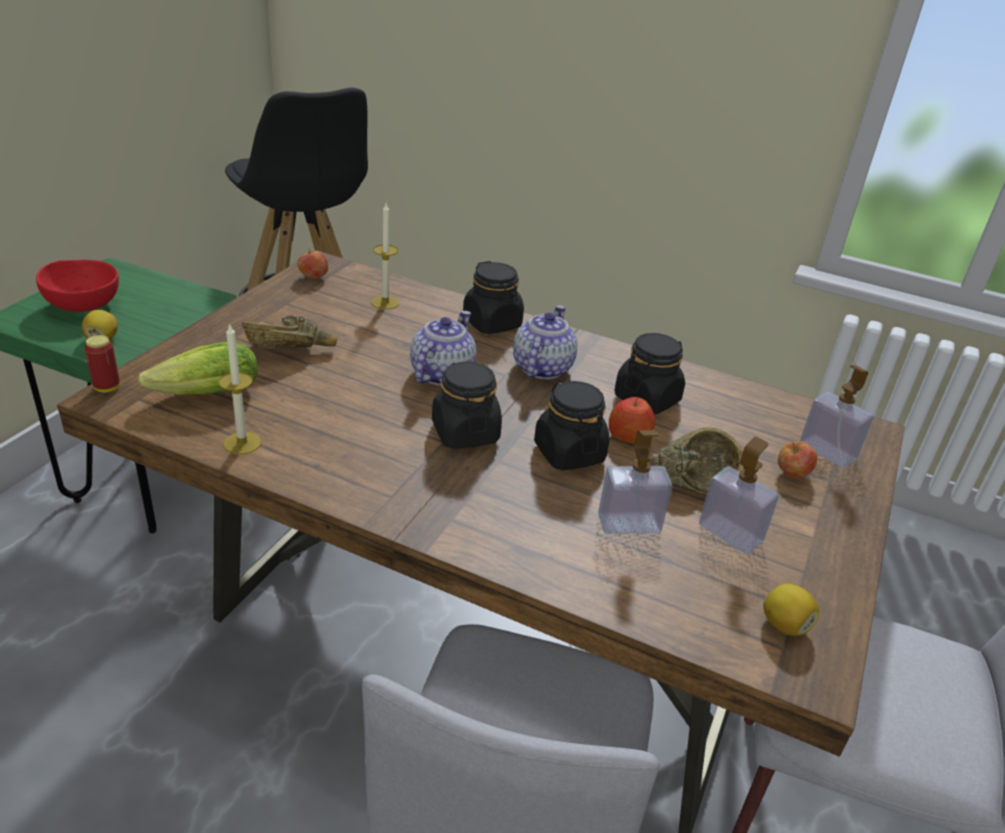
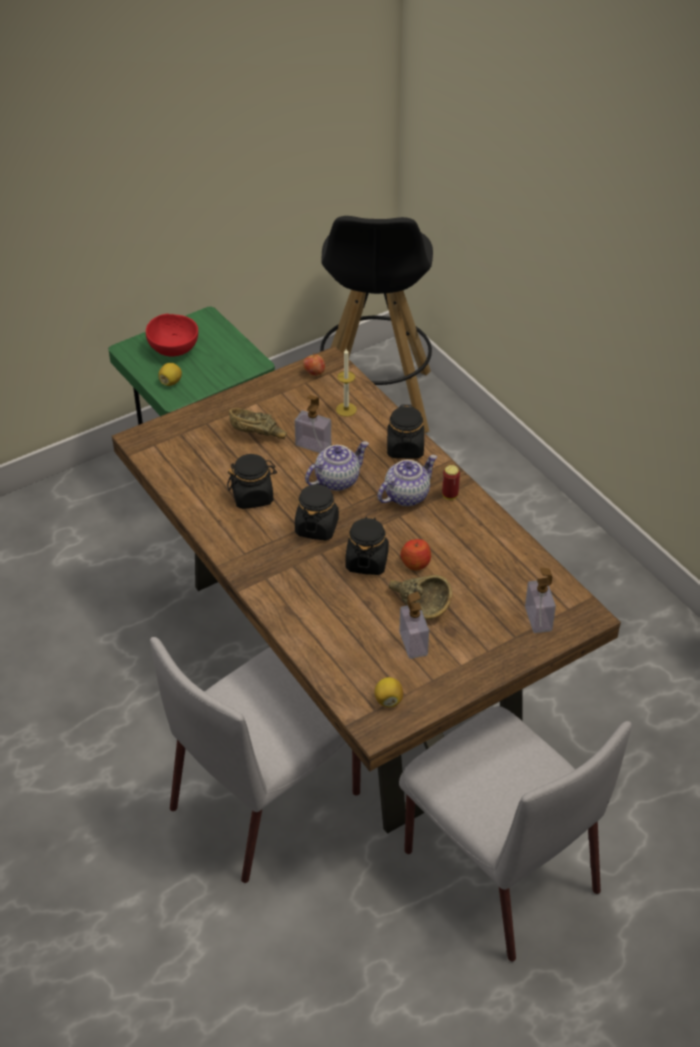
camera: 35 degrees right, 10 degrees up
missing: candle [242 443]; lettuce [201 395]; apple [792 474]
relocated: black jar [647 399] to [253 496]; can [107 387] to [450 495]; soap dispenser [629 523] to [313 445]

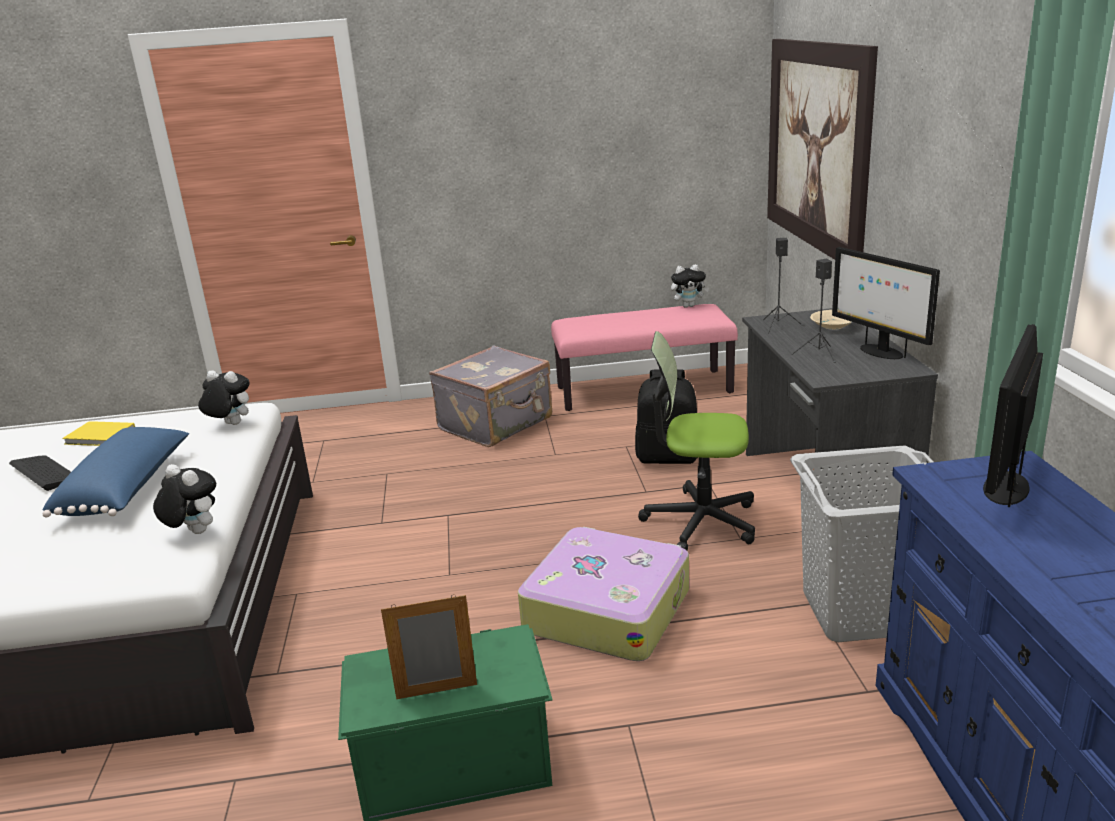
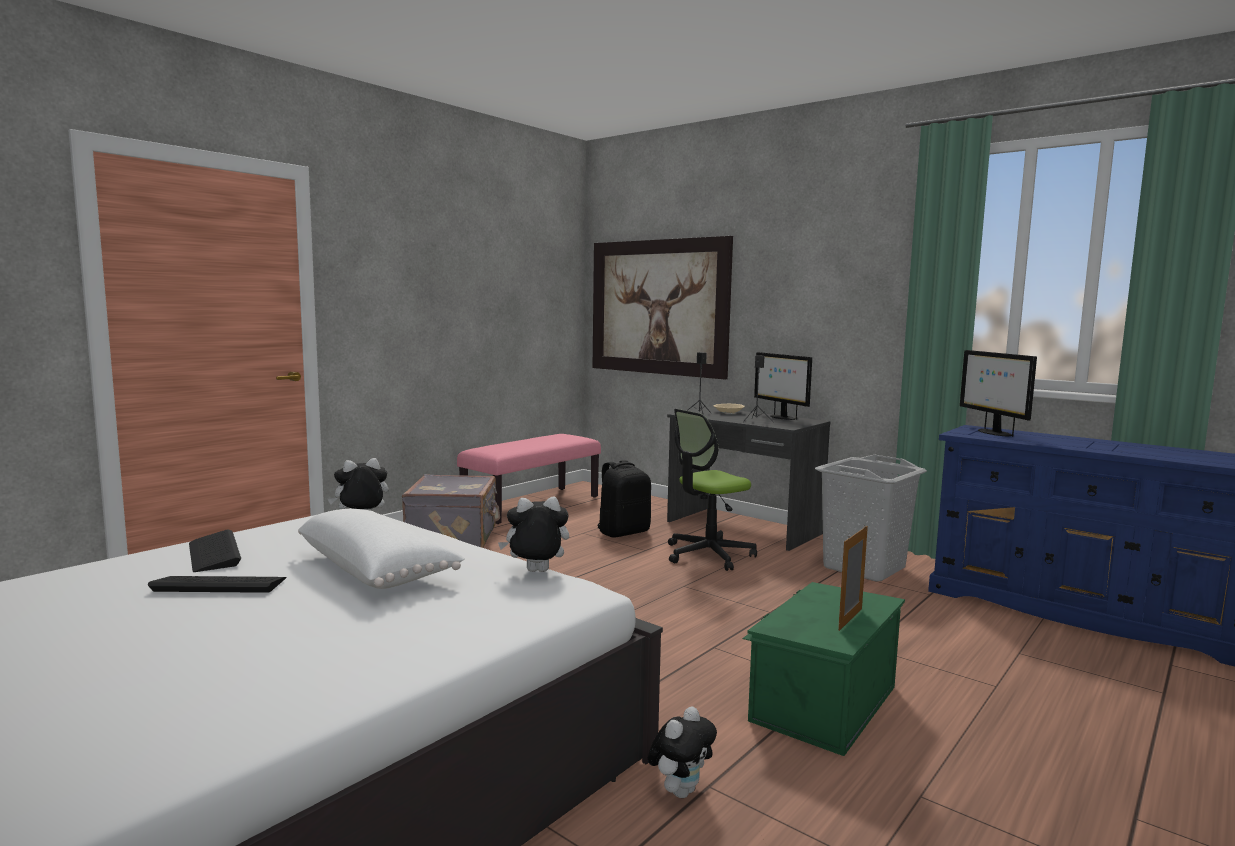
camera: 45 degrees left, 15 degrees down
missing: suitcase [606 609]
relocated: plush toy [688 306] to [680 790]
exchanged: yellow book [101 437] to keyboard [214 553]
colour: blue pillow [129 489] to white pillow [377 570]
spun: monitor [880 352] = [781 417] 45 degrees clockwise

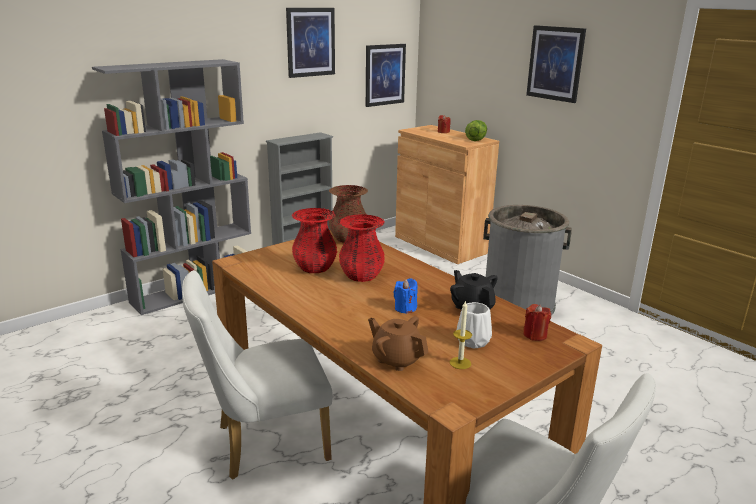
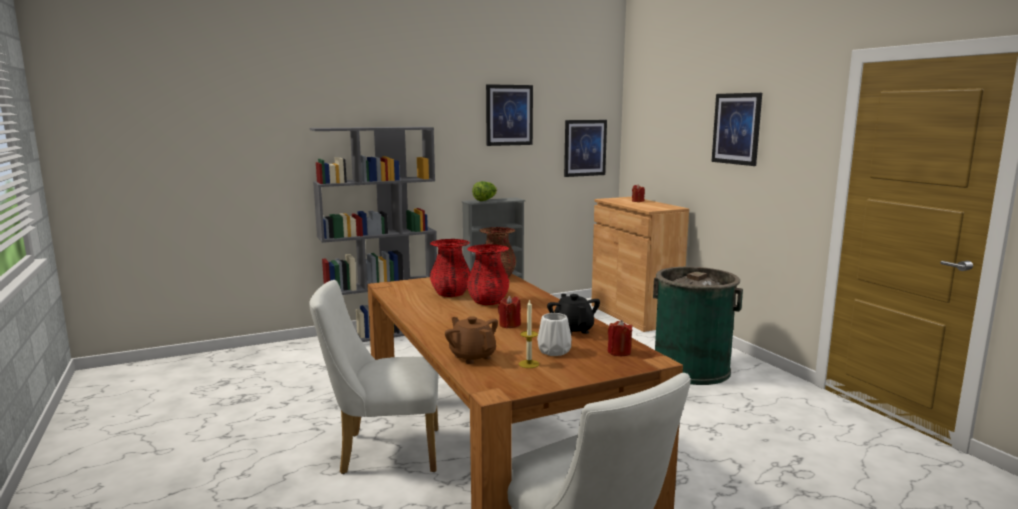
camera: 15 degrees right, 10 degrees down
relocated: lettuce [476 139] to [485 200]
colour: grey trash can [518 303] to green trash can [691 369]; blue candle [405 308] to red candle [509 325]

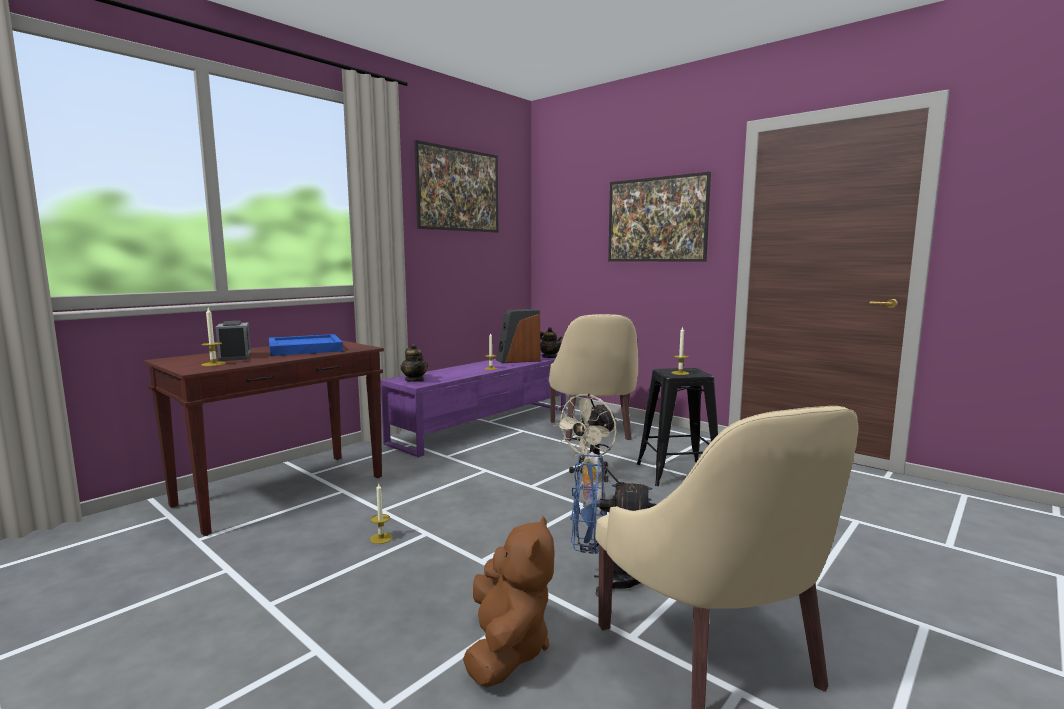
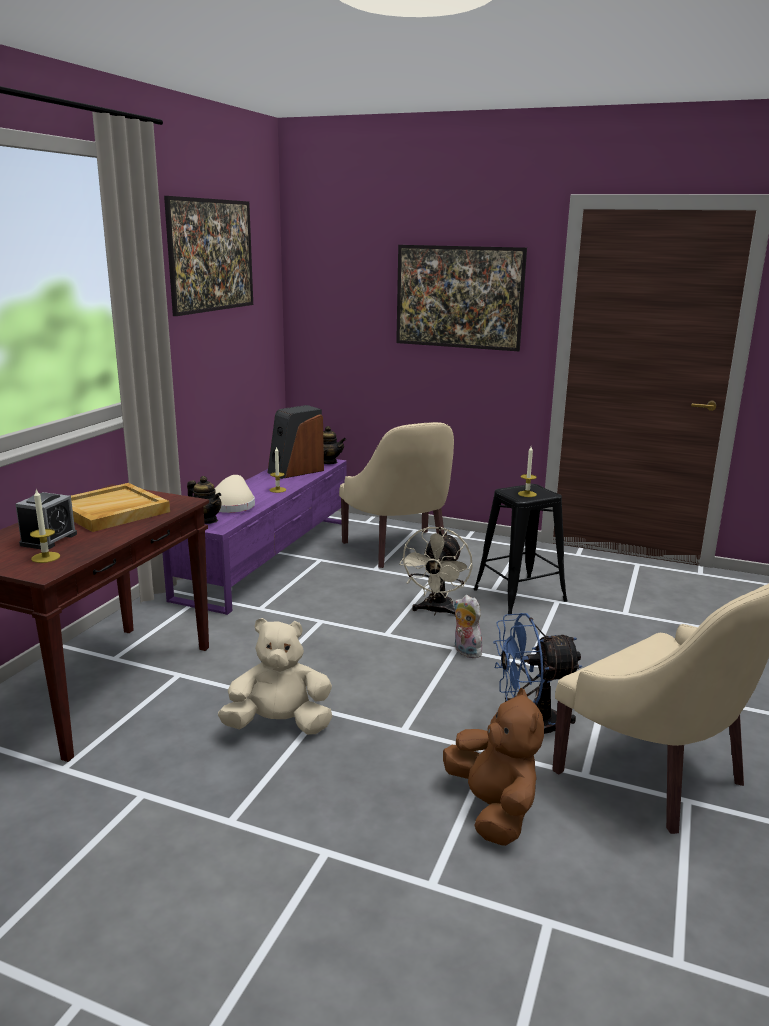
camera: 20 degrees left, 10 degrees up
appeared: beige hat [232 505]
exchanged: candle [381 538] to beige plush toy [279 725]
colour: blue tray [304 348] to beige tray [111 511]
spun: alarm clock [235 357] = [49 539] 60 degrees clockwise

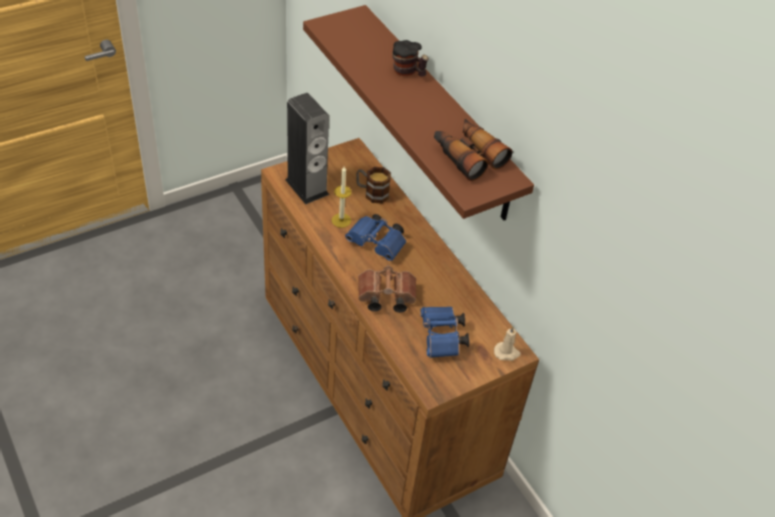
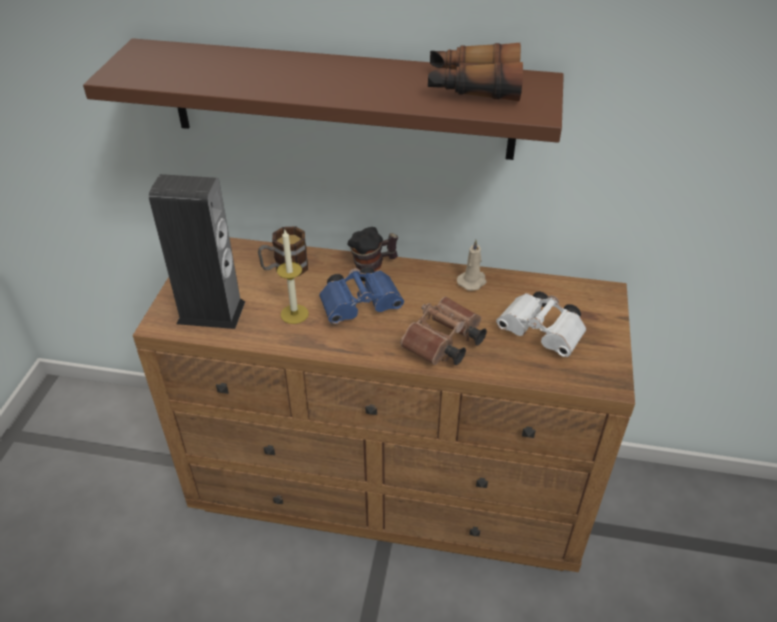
camera: 45 degrees left, 5 degrees down
relocated: mug [408 72] to [373 265]; beige candle [507 353] to [472 281]
colour: blue binoculars [442 339] to white binoculars [543 334]

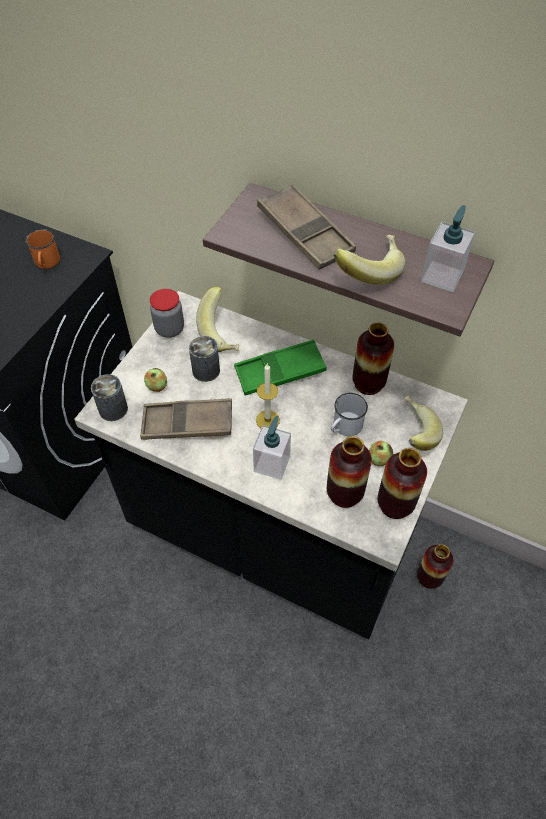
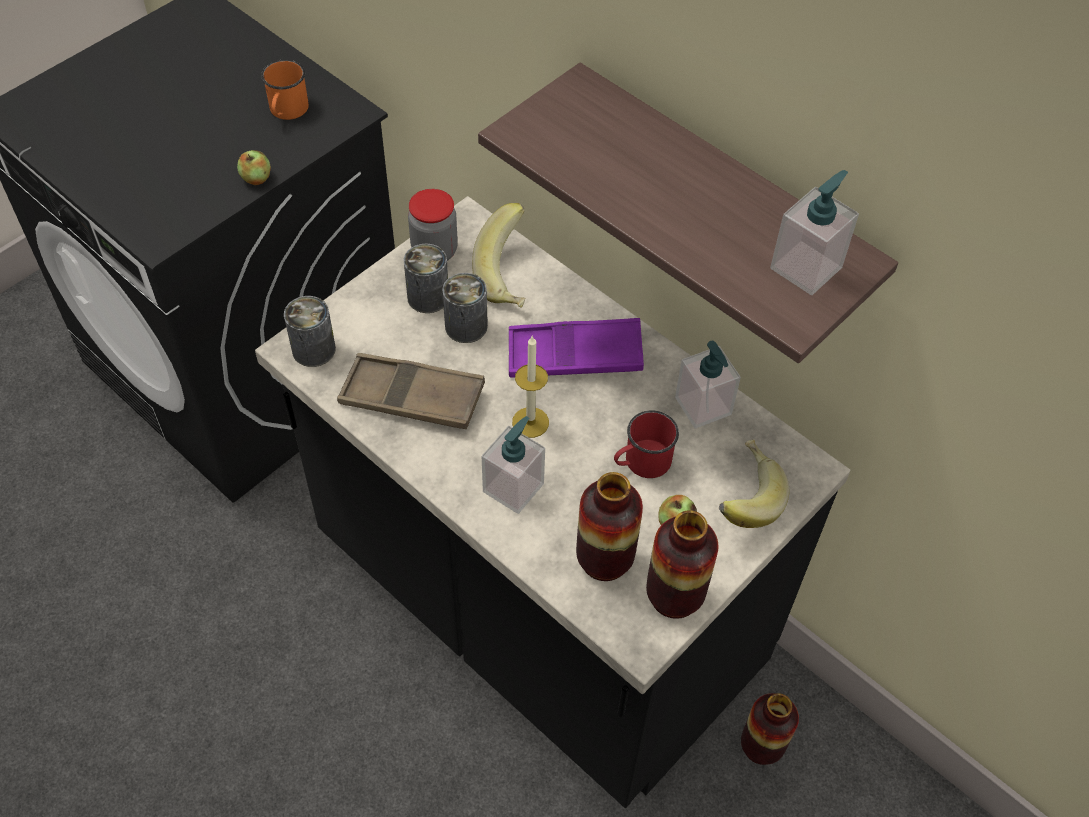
camera: 15 degrees right, 0 degrees up
missing: brown tray [305 233]; banana [368 271]
appeared: can [428 297]
relocated: apple [157 386] to [256 178]
exchanged: vase [368 383] to soap dispenser [703 406]
colour: green tray [280 372] to purple tray [574 355]; white mug [344 427] to red mug [641 462]

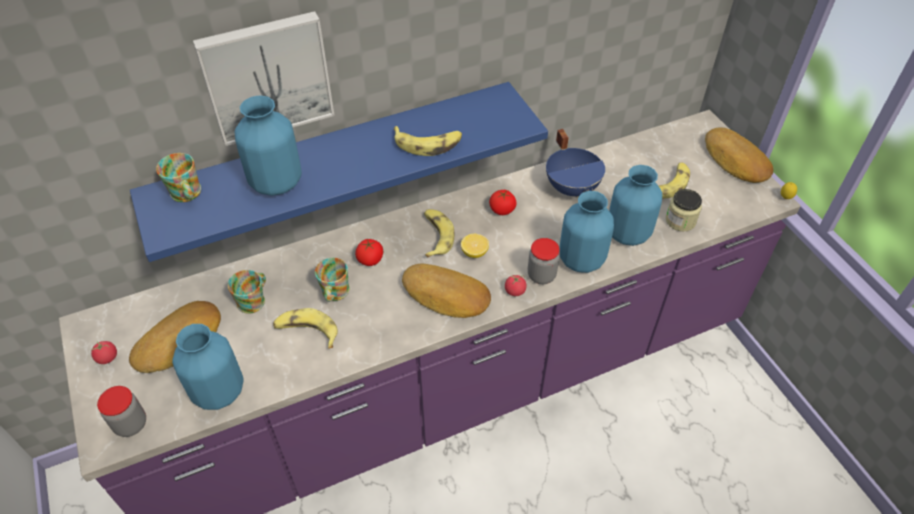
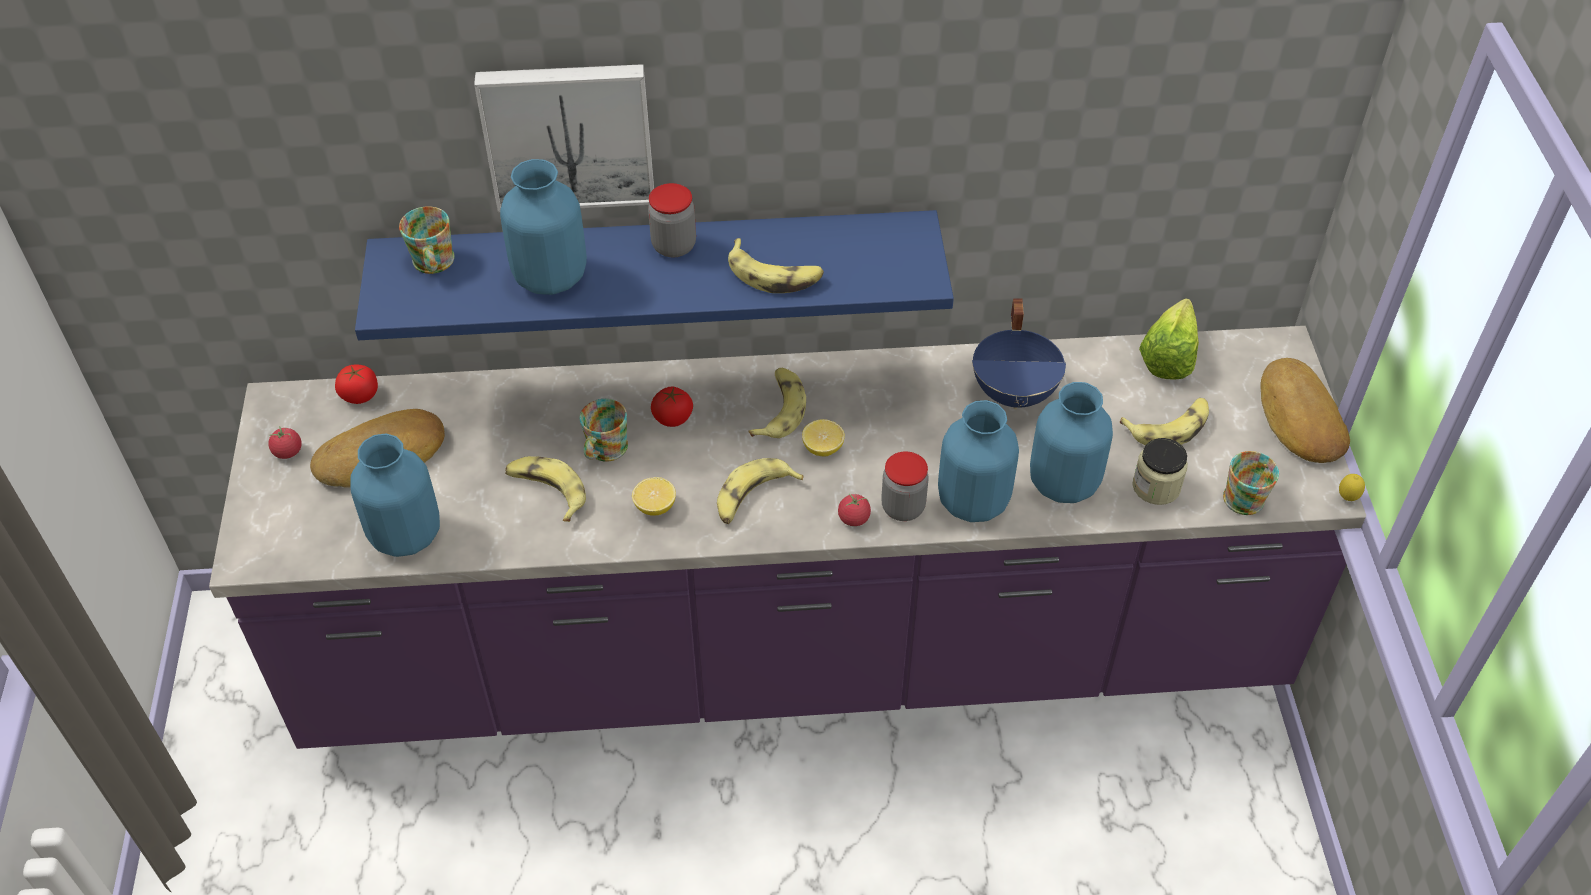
camera: 20 degrees right, 0 degrees up
appeared: lettuce [1172 353]; lemon [655 507]
relocated: tomato [502 210] to [360 395]; mug [254 300] to [1248 497]; jar [131 424] to [674 246]
exchanged: bread [445 296] to banana [753 497]

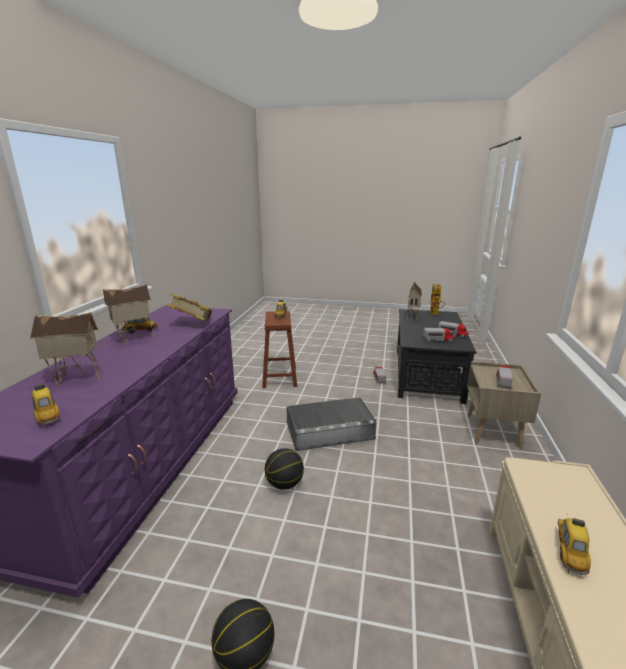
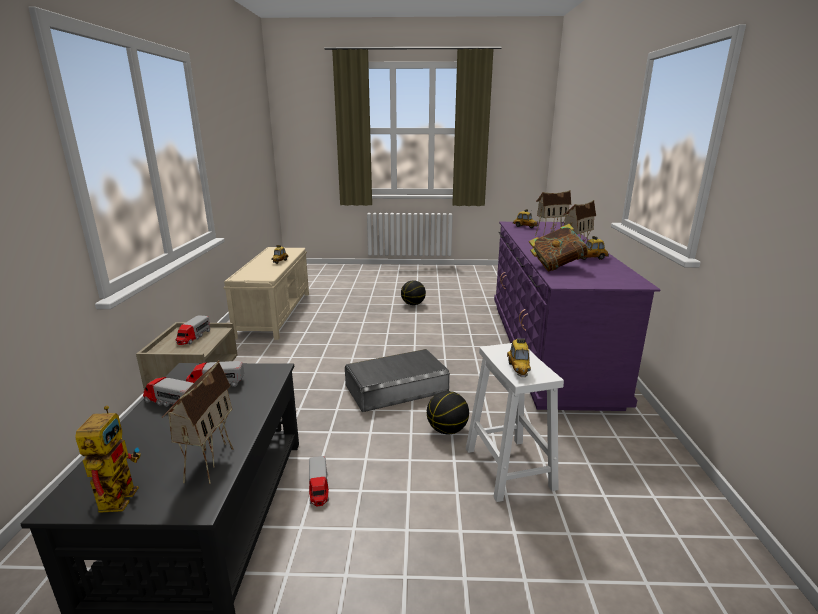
camera: 170 degrees right, 0 degrees up
relocated: basketball [284 484] to [446 430]
colour: brown stool [280 378] to white stool [508 467]

